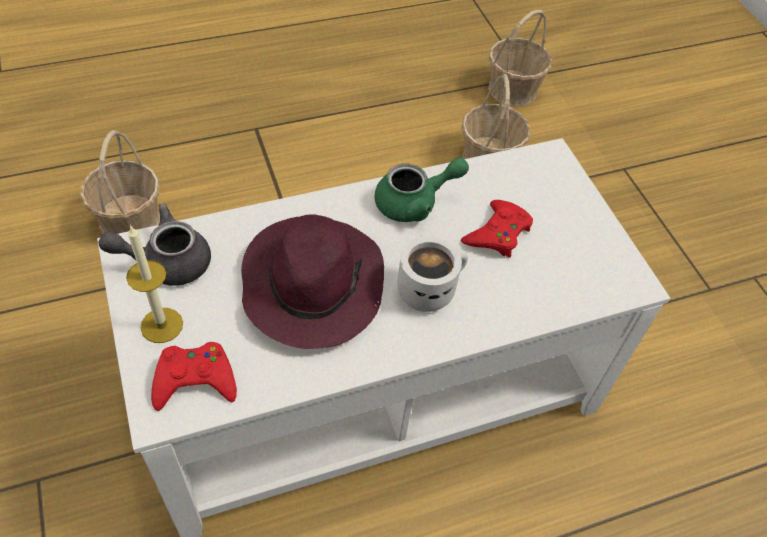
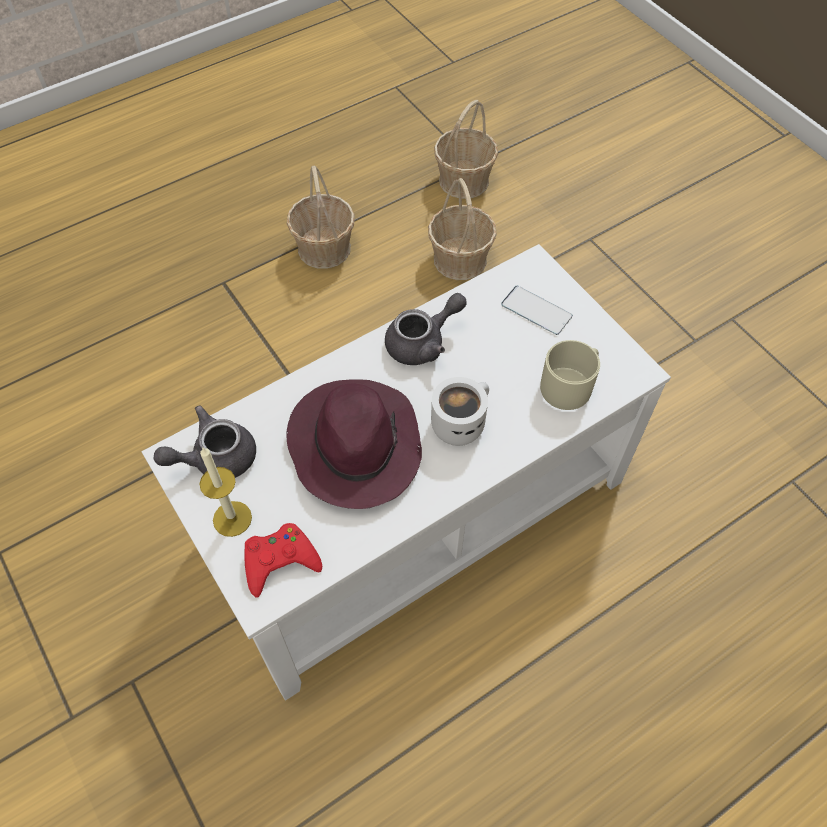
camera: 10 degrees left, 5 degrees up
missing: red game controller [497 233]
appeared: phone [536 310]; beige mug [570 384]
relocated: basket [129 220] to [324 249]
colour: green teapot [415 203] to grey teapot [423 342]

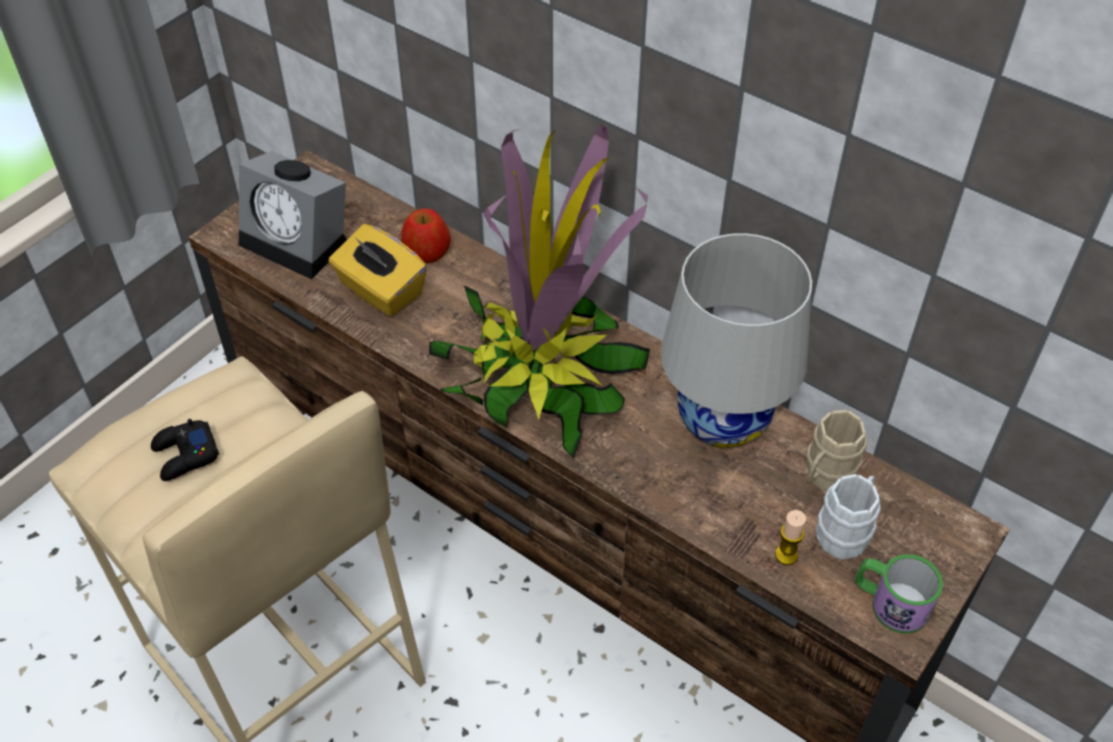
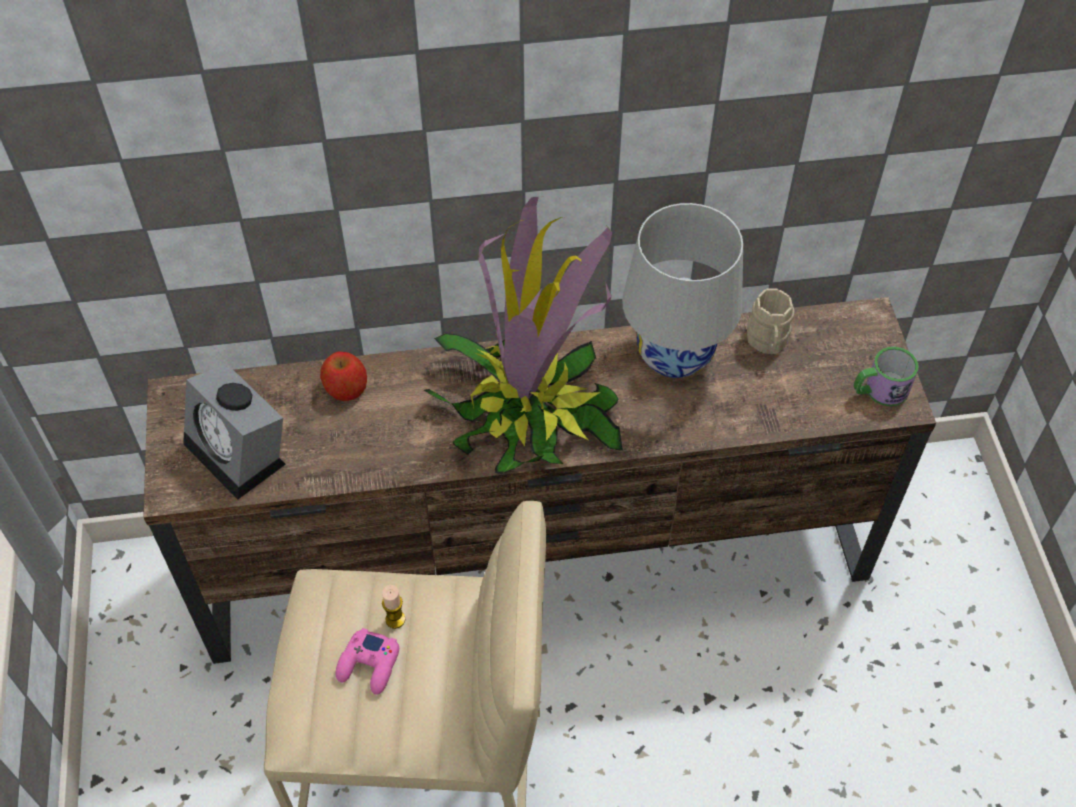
camera: 45 degrees left, 5 degrees up
missing: yellow tissue box [380 291]; white mug [846 530]
relocated: candle [786 555] to [395 619]
colour: black game controller [185 455] to pink game controller [369 665]
spun: alarm clock [300 242] = [241 452] 60 degrees clockwise

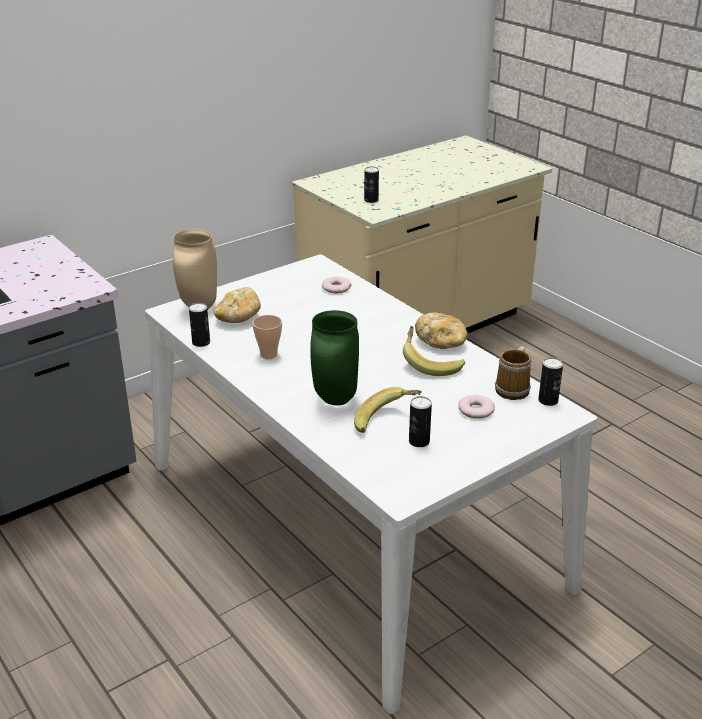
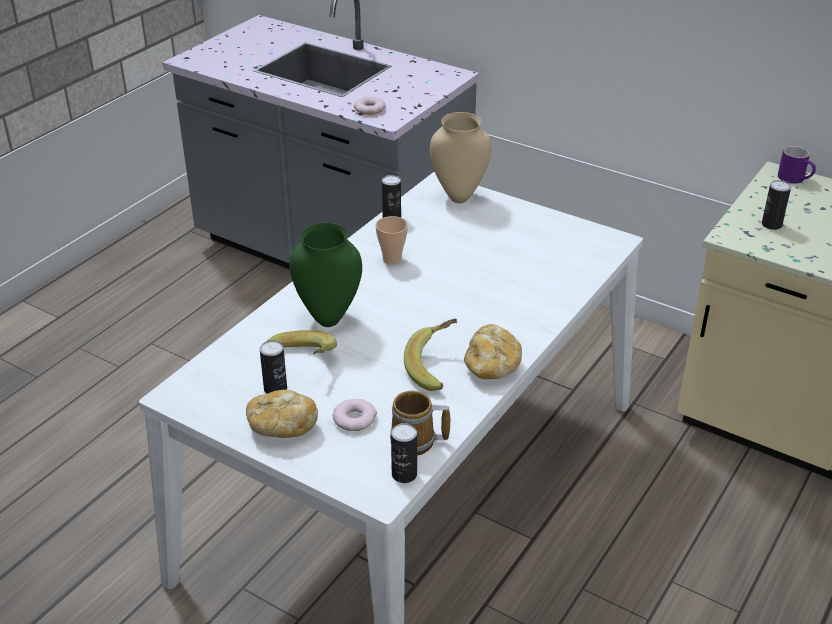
camera: 70 degrees right, 5 degrees up
appeared: purple mug [795 179]
relocated: donut [336 288] to [369 109]; bread [238 318] to [281 427]

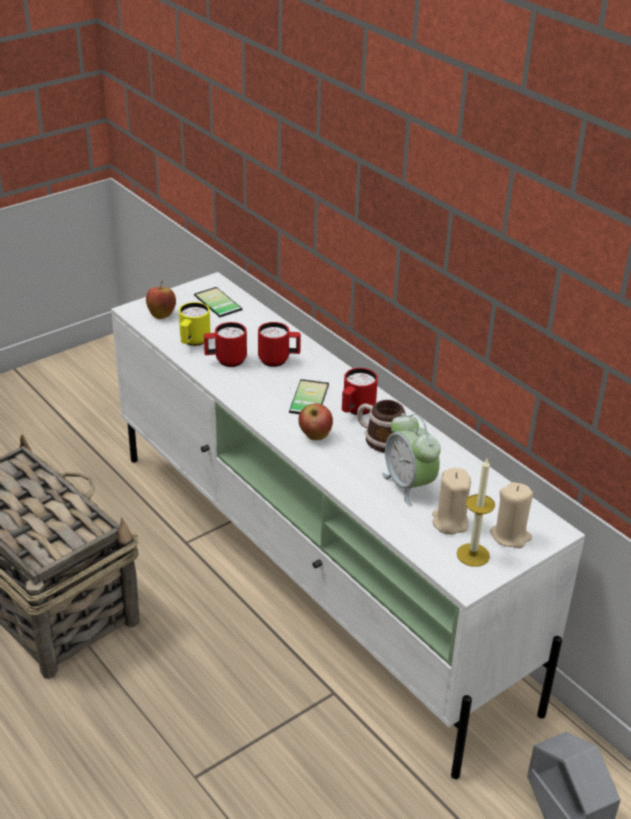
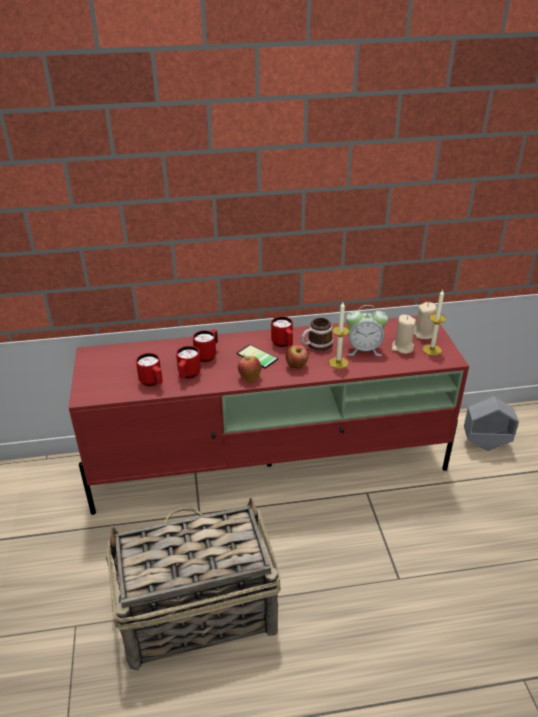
camera: 60 degrees left, 0 degrees up
missing: phone [215 303]
appeared: candle [338 363]
relocated: apple [161 314] to [249 377]
colour: white tv stand [314 575] to red tv stand [271 465]; yellow mug [193 342] to red mug [152 382]

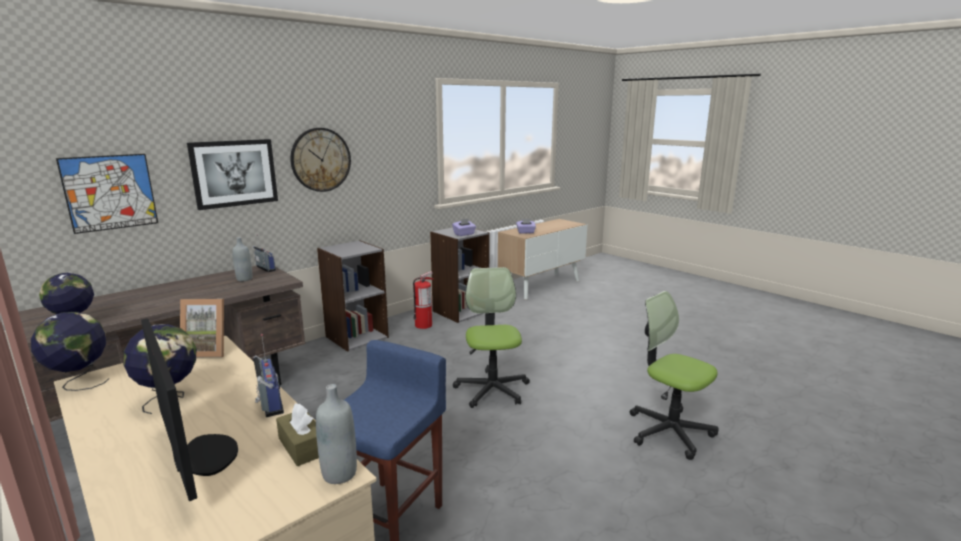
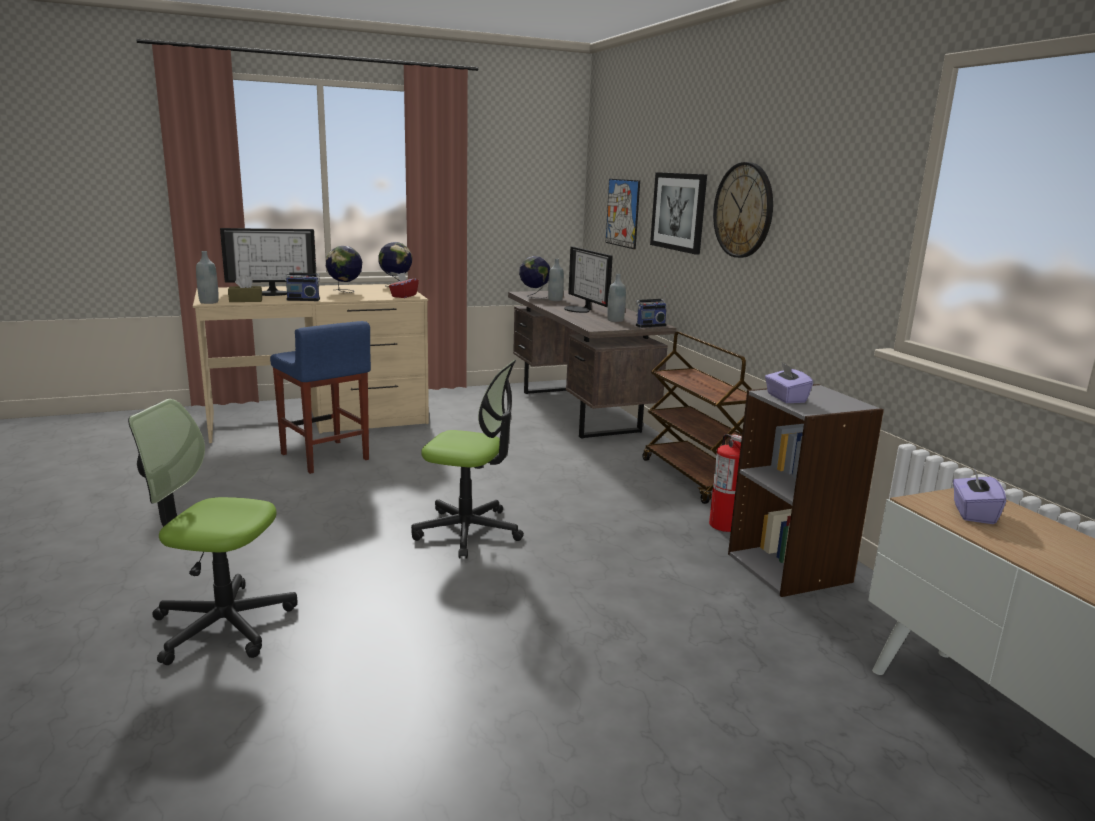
camera: 110 degrees right, 0 degrees up
appeared: monitor [580 309]; grey bottle [555 300]
exchanged: grey bookcase [356 337] to brown cart [695 478]; picture frame [208 350] to red tissue box [403 296]
spun: office chair [669 431] = [222 624] 150 degrees counterclockwise

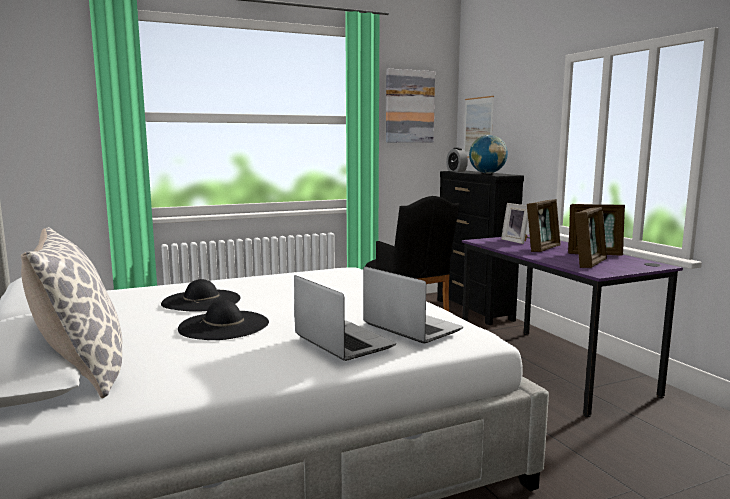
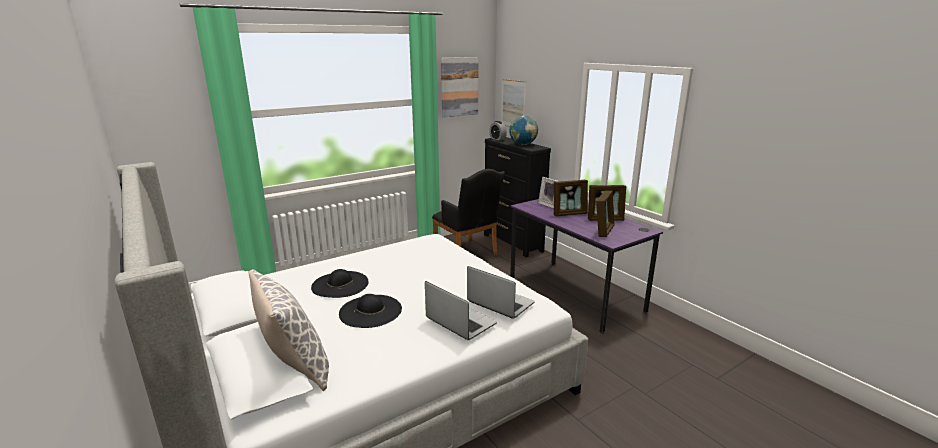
camera: 10 degrees left, 10 degrees up
spun: picture frame [542 248] = [569 214] 45 degrees clockwise

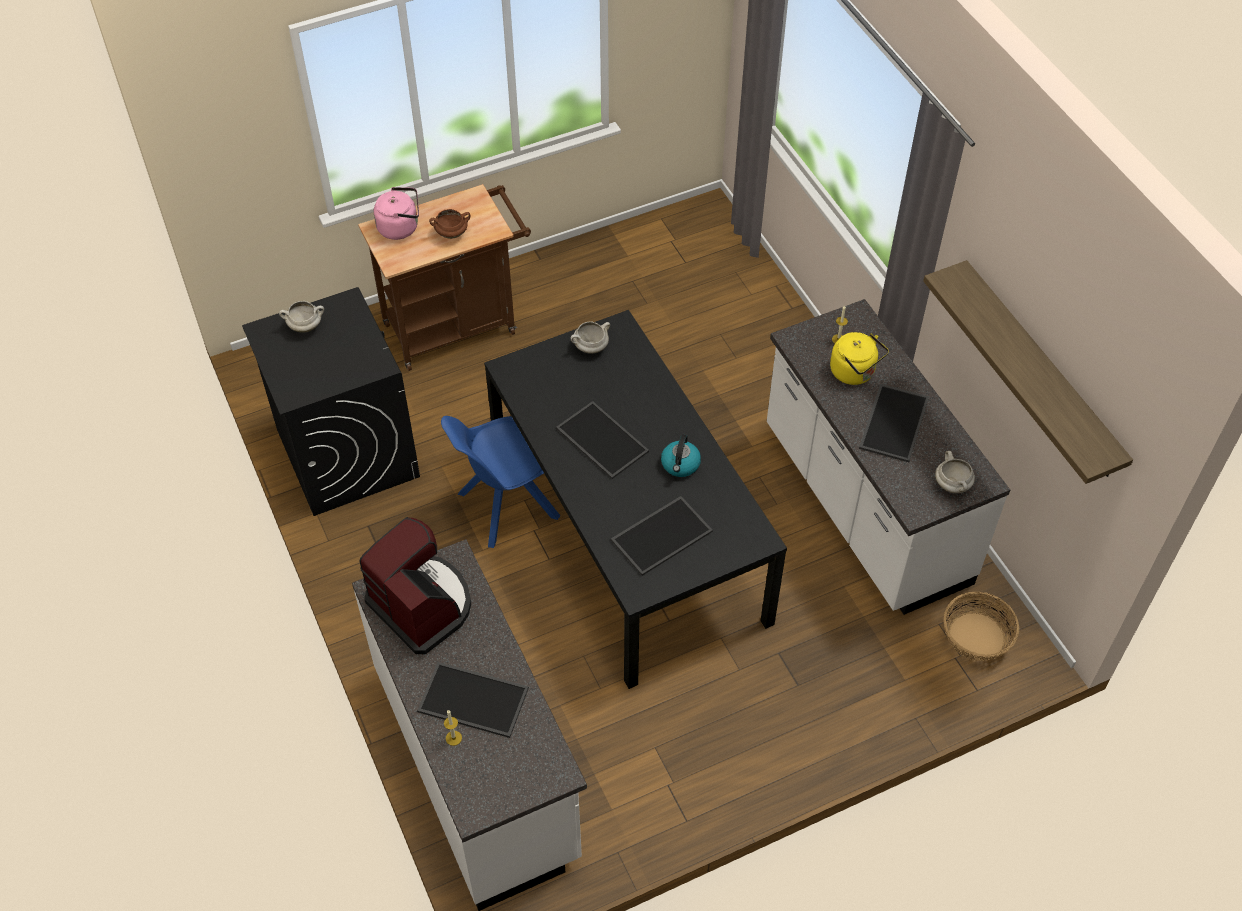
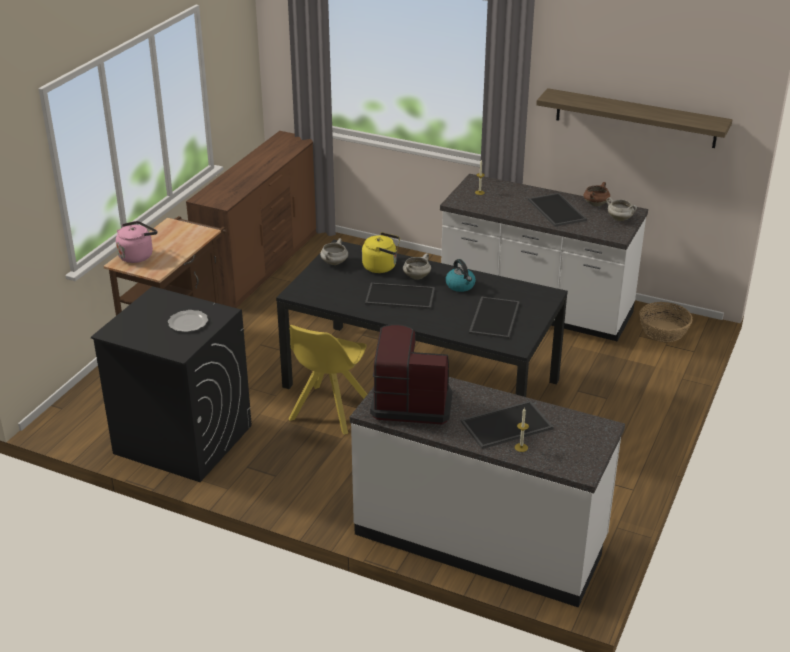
camera: 40 degrees left, 20 degrees down
appeared: brown dresser [262 264]; plate [187 323]
relocated: brown cooking pot [452 233] to [595 204]; white cooking pot [305 326] to [417 276]; yellow kettle [855 372] to [382 267]
colour: blue chair [505 506] to yellow chair [328 411]

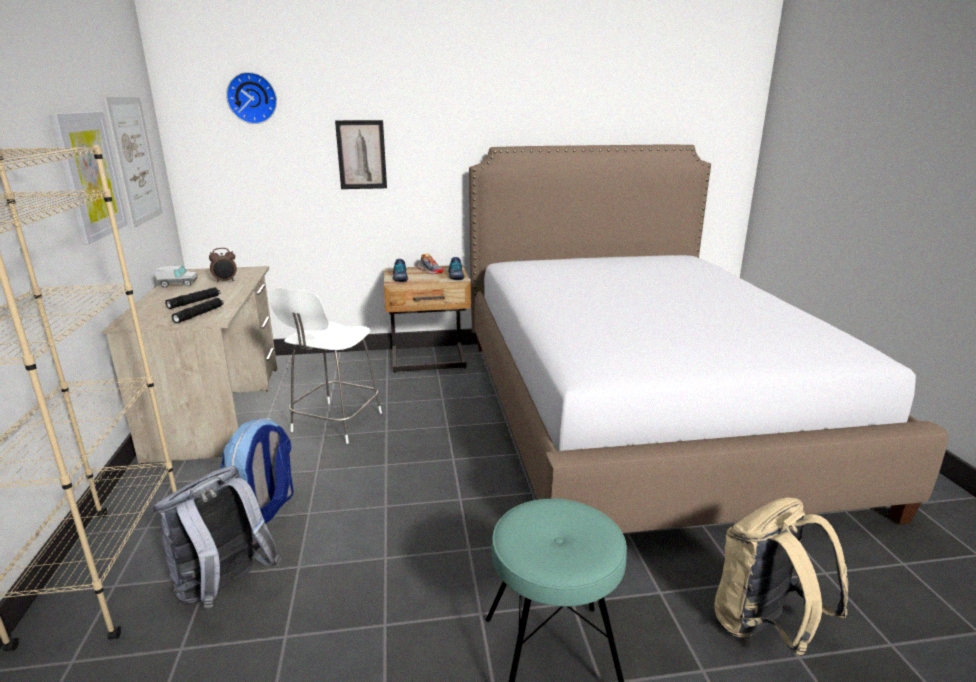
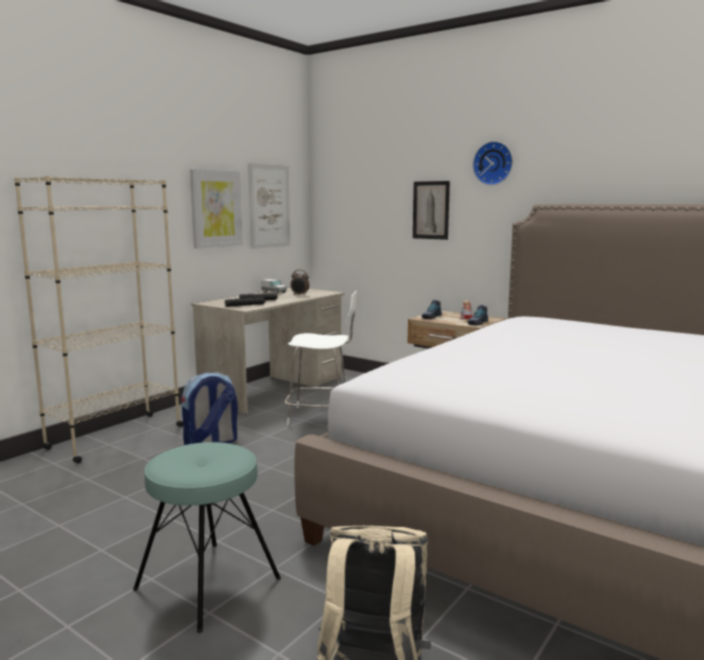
camera: 45 degrees right, 10 degrees down
missing: grey backpack [224 590]
relocated: wall clock [252 98] to [493 163]
spun: white chair [335 423] = [321 416] 150 degrees counterclockwise

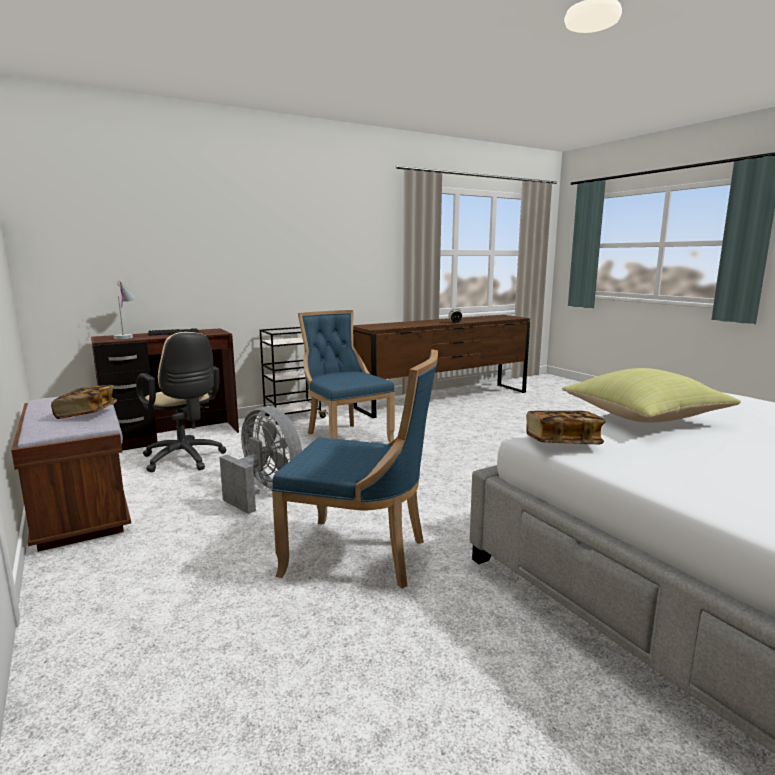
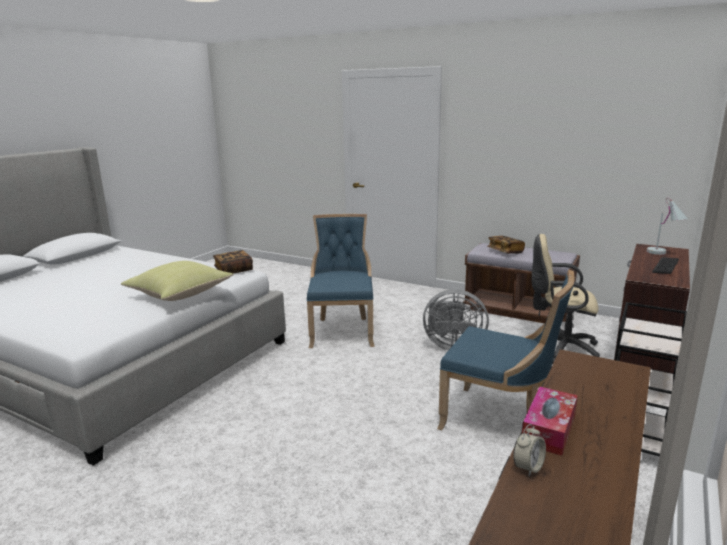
camera: 150 degrees right, 5 degrees up
appeared: tissue box [548 429]
spun: blue chair [361 556] = [342 331] 105 degrees clockwise

